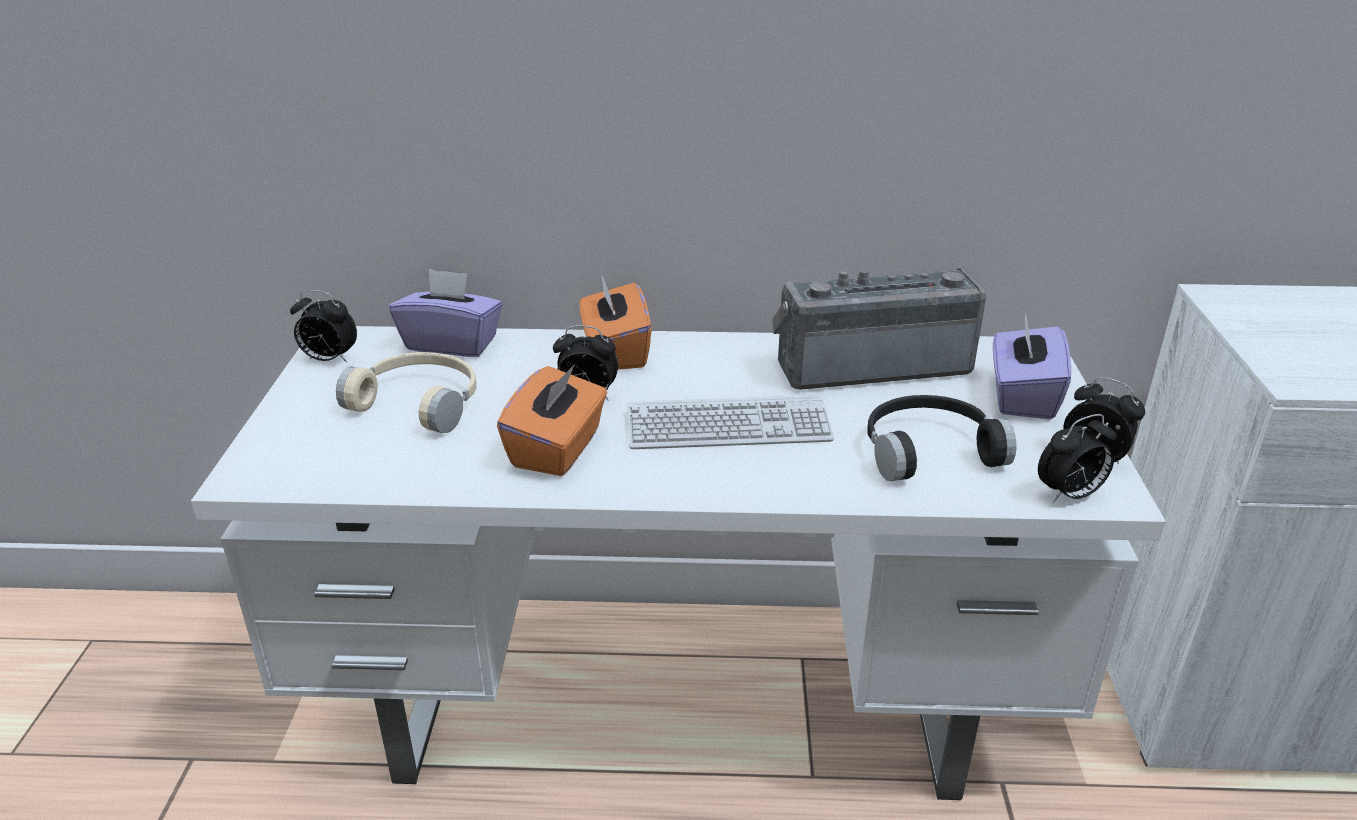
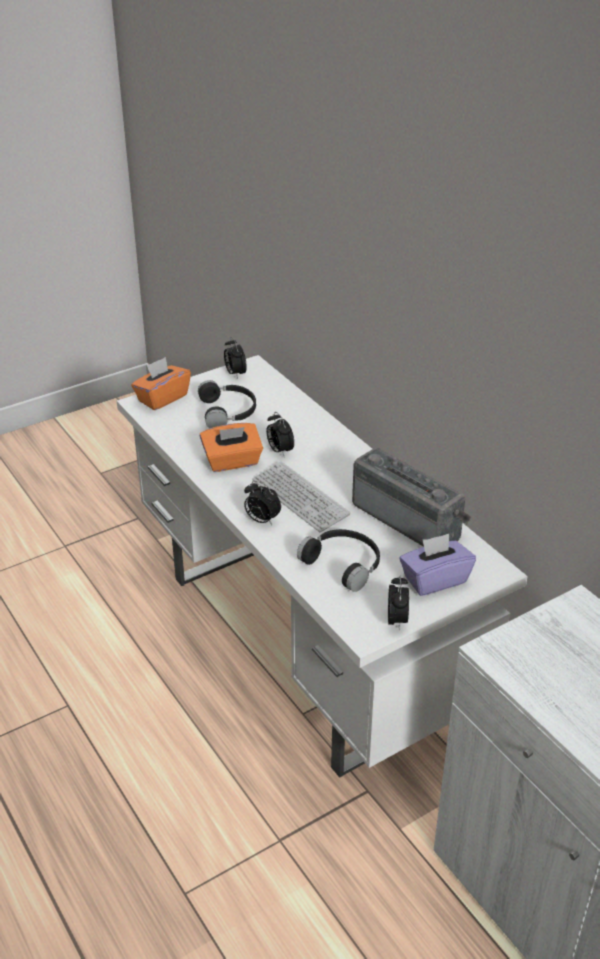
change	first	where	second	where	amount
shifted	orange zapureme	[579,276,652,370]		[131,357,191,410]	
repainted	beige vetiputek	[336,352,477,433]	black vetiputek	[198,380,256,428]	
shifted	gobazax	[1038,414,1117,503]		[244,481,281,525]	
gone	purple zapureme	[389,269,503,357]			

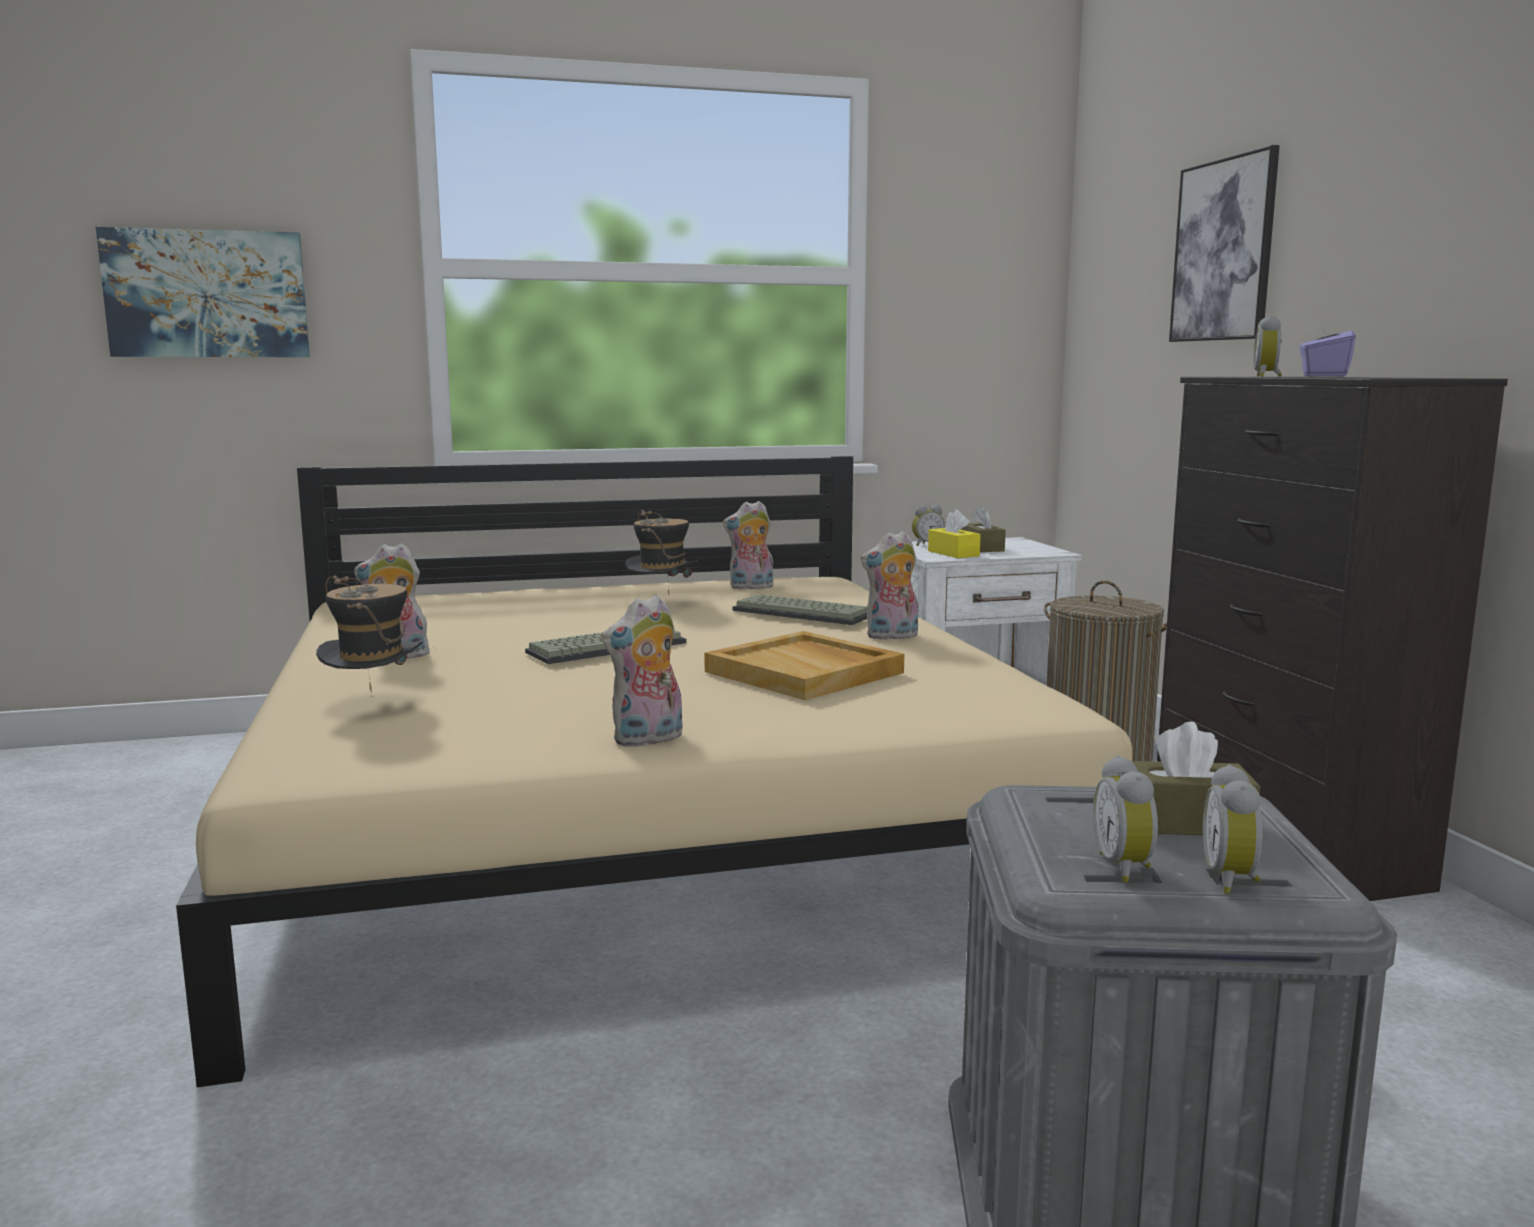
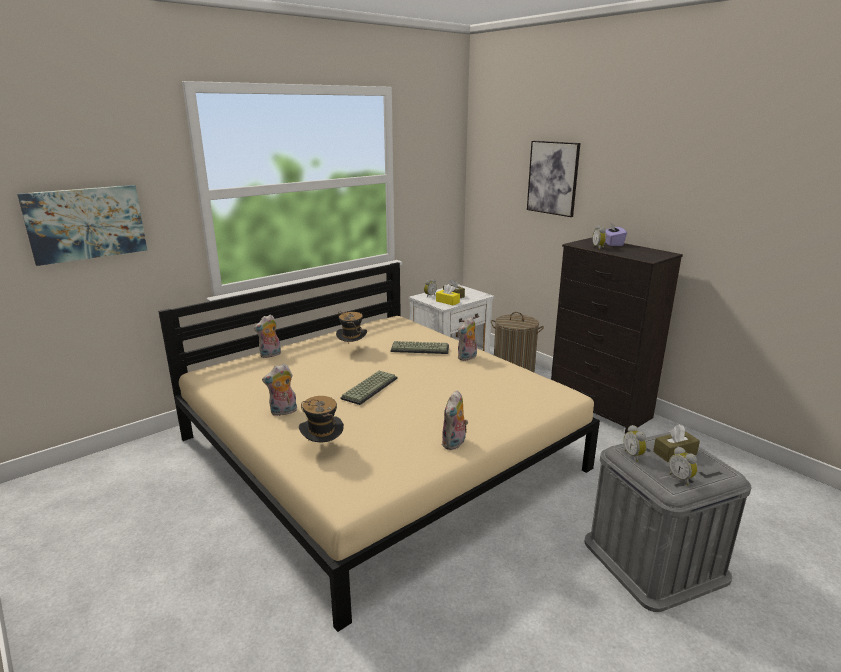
change	first	where	second	where	amount
shifted	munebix	[723,501,774,590]		[254,315,281,358]	
shifted	gobazax	[1203,764,1263,894]		[624,425,647,462]	
gone	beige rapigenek	[704,631,904,700]			

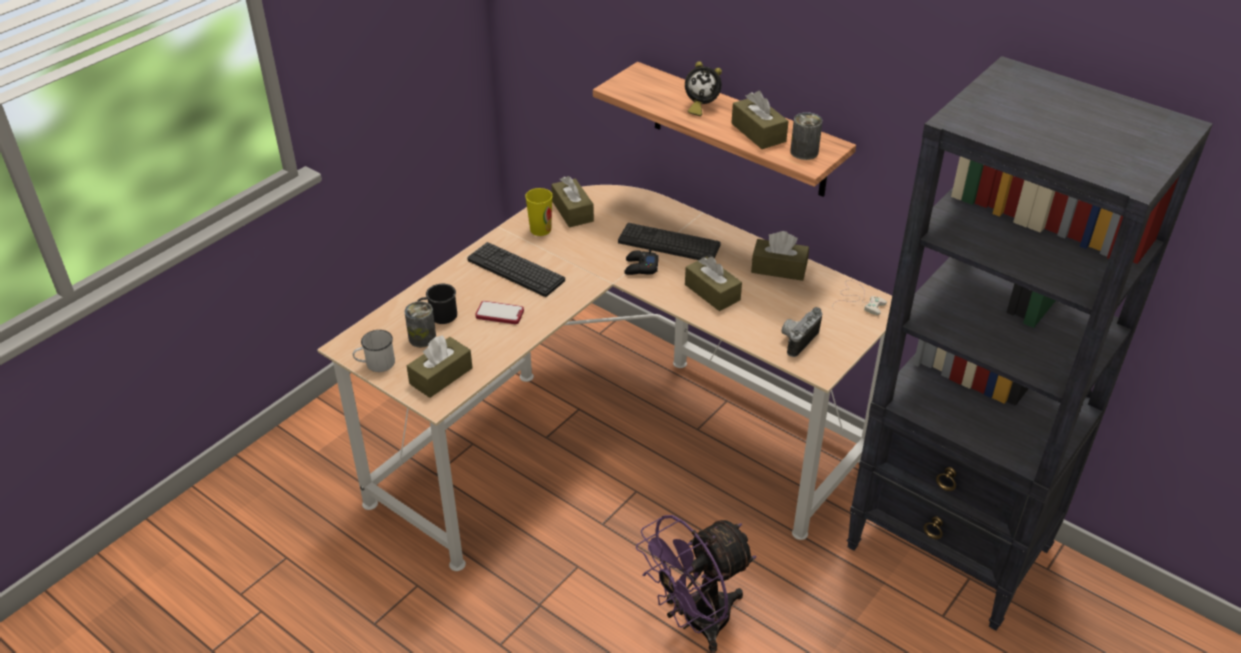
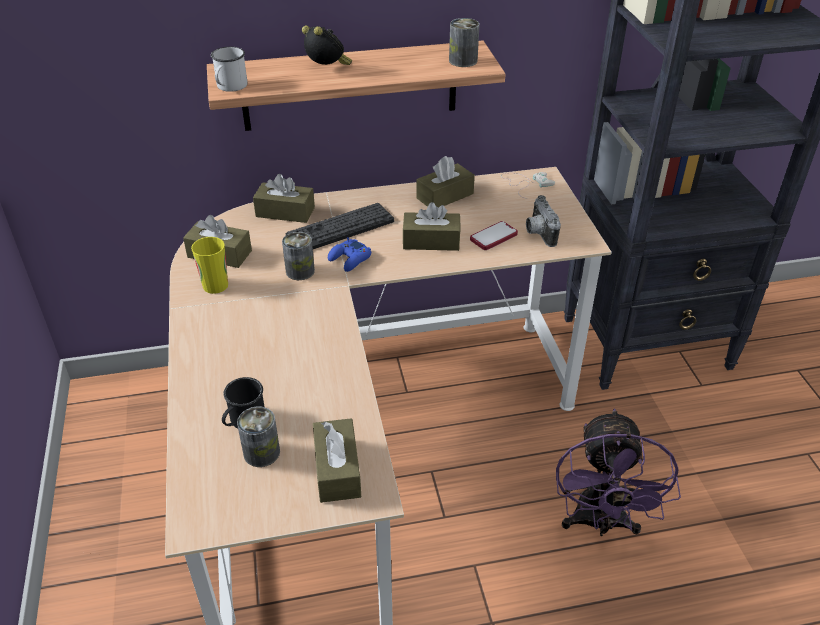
change	first	where	second	where	amount
shifted	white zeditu	[353,330,395,372]		[211,47,248,92]	
shifted	brown zapureme	[731,90,789,149]		[253,174,315,223]	
new			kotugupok	[282,232,315,280]	
rotated	gobazax	[685,61,722,116]		[302,25,352,65]	90 degrees counterclockwise
repainted	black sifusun	[624,250,659,275]	blue sifusun	[328,237,371,272]	
shifted	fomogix	[475,301,524,324]		[470,221,518,250]	
gone	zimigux	[467,242,565,297]			

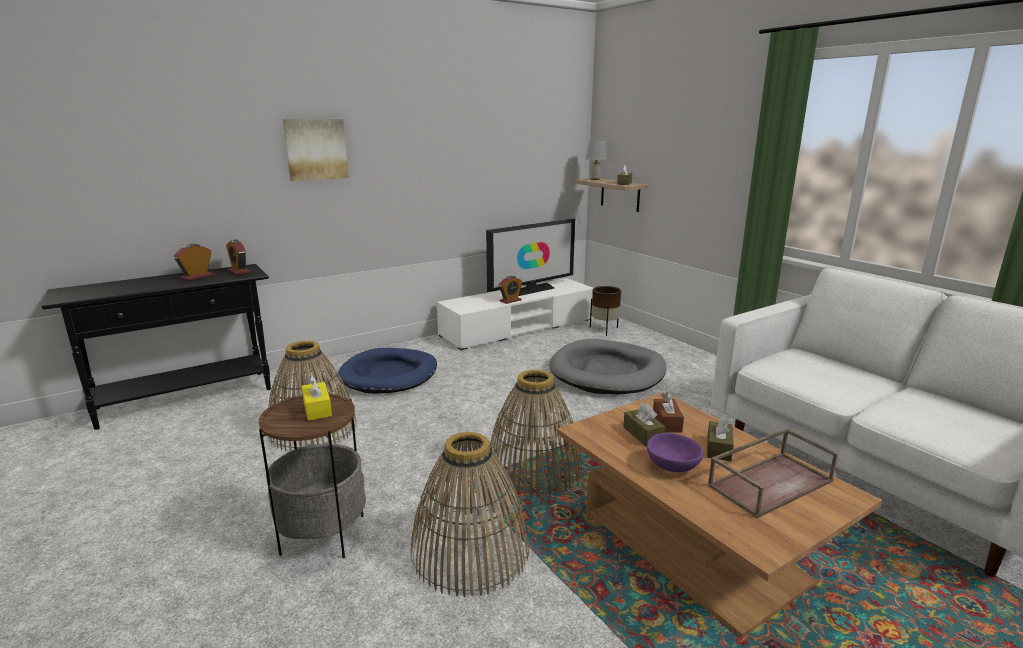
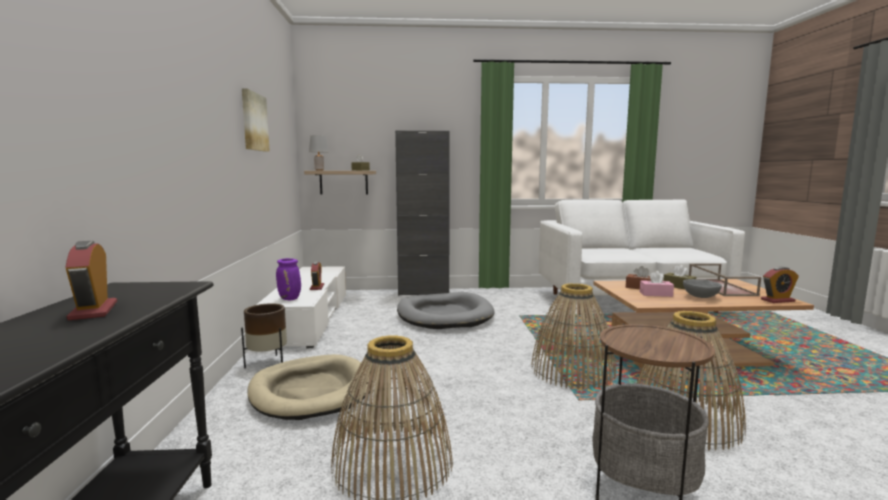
change	first	where	second	where	amount
shifted	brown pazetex	[590,286,621,336]		[241,303,287,368]	
shifted	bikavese	[283,119,349,181]		[242,88,270,152]	
repainted	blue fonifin	[338,348,437,394]	beige fonifin	[247,354,370,420]	
new			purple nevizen	[276,258,301,300]	
new			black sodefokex	[395,131,450,296]	
repainted	brown zapureme	[623,403,666,447]	pink zapureme	[640,271,674,297]	
repainted	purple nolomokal	[647,433,703,472]	grey nolomokal	[683,279,722,298]	
shifted	gobazax	[226,239,251,275]		[761,266,799,303]	
gone	yellow zapureme	[302,376,332,421]			
gone	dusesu	[486,218,575,296]			

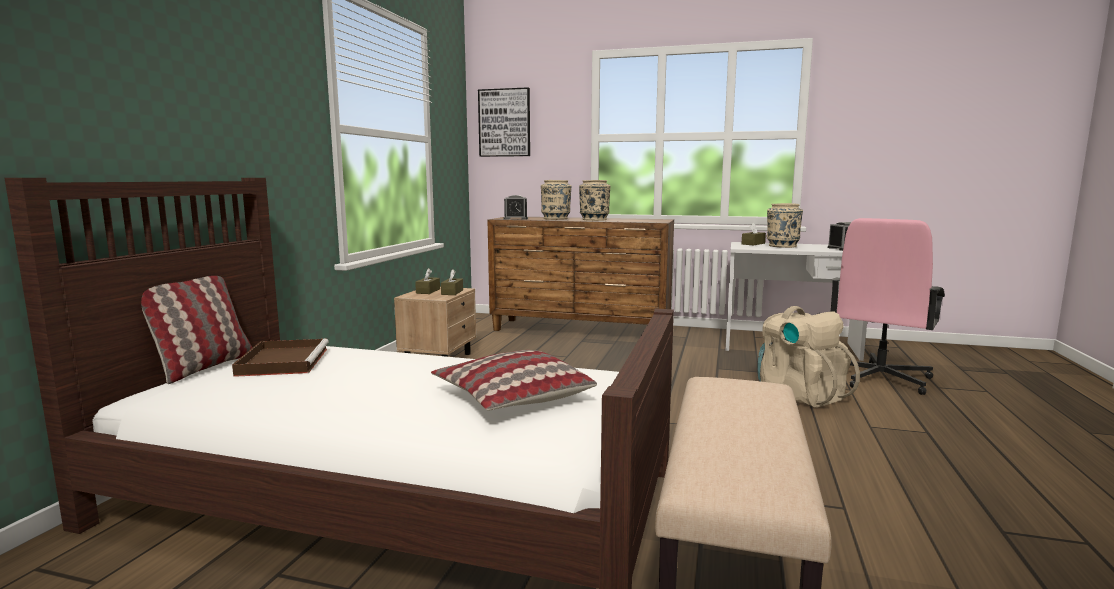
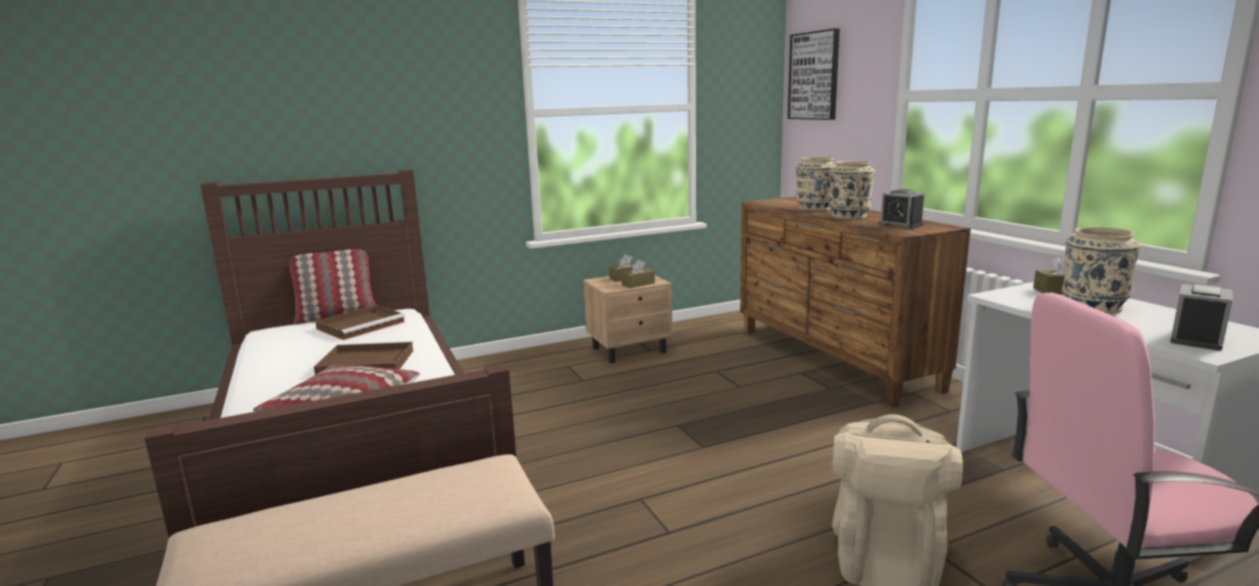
change	first	where	second	where	amount
new			brown rapigenek	[314,341,413,375]	
shifted	gobazax	[504,195,528,219]		[878,189,924,229]	

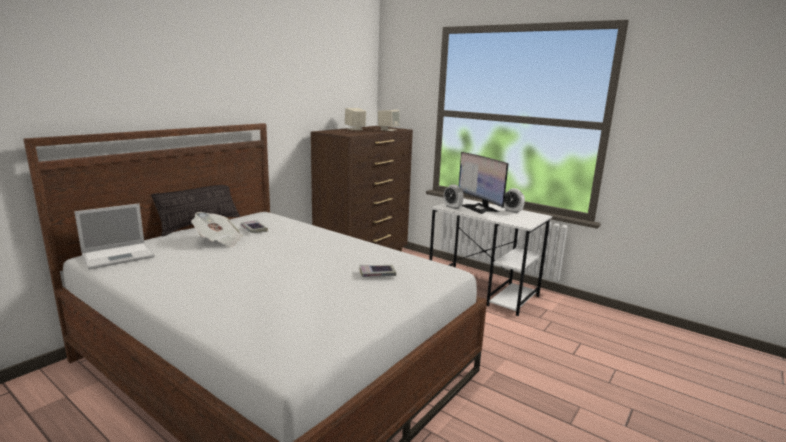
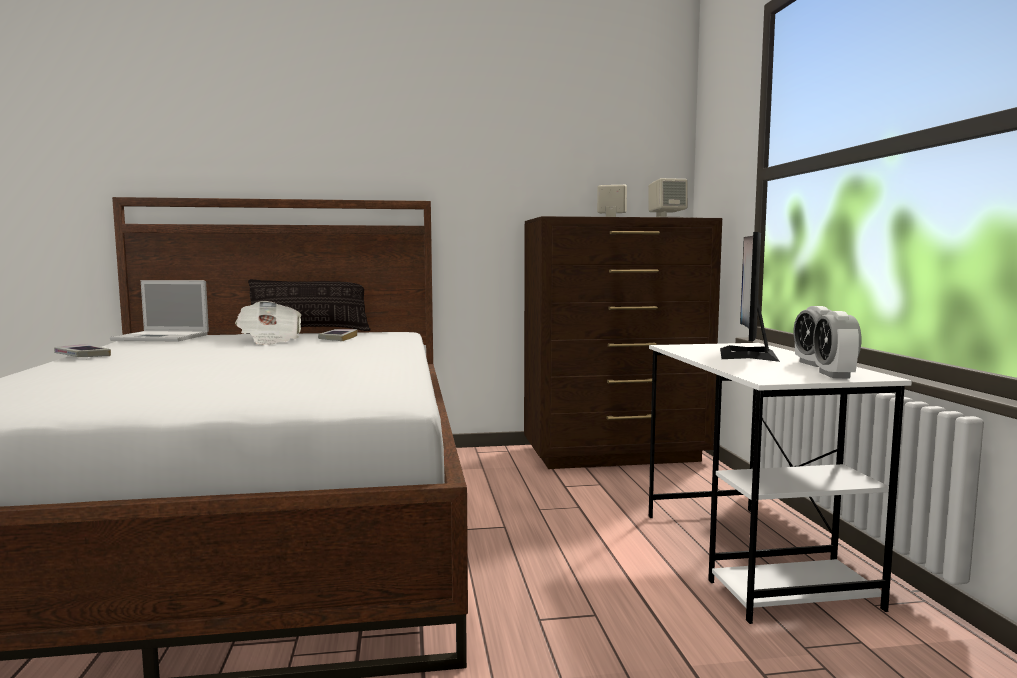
change	first	where	second	where	amount
shifted	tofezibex	[360,265,396,277]		[54,344,111,357]	
shifted	gobazax	[444,184,464,209]		[813,311,861,378]	

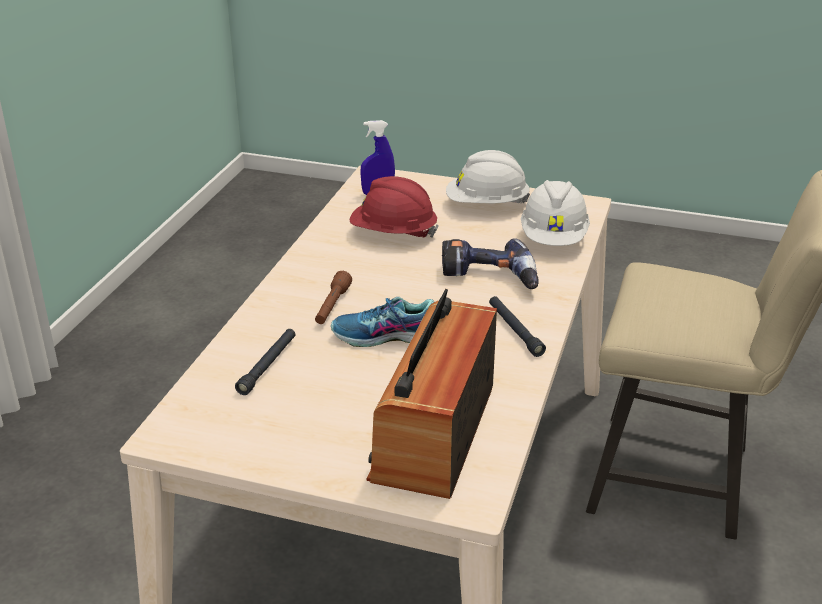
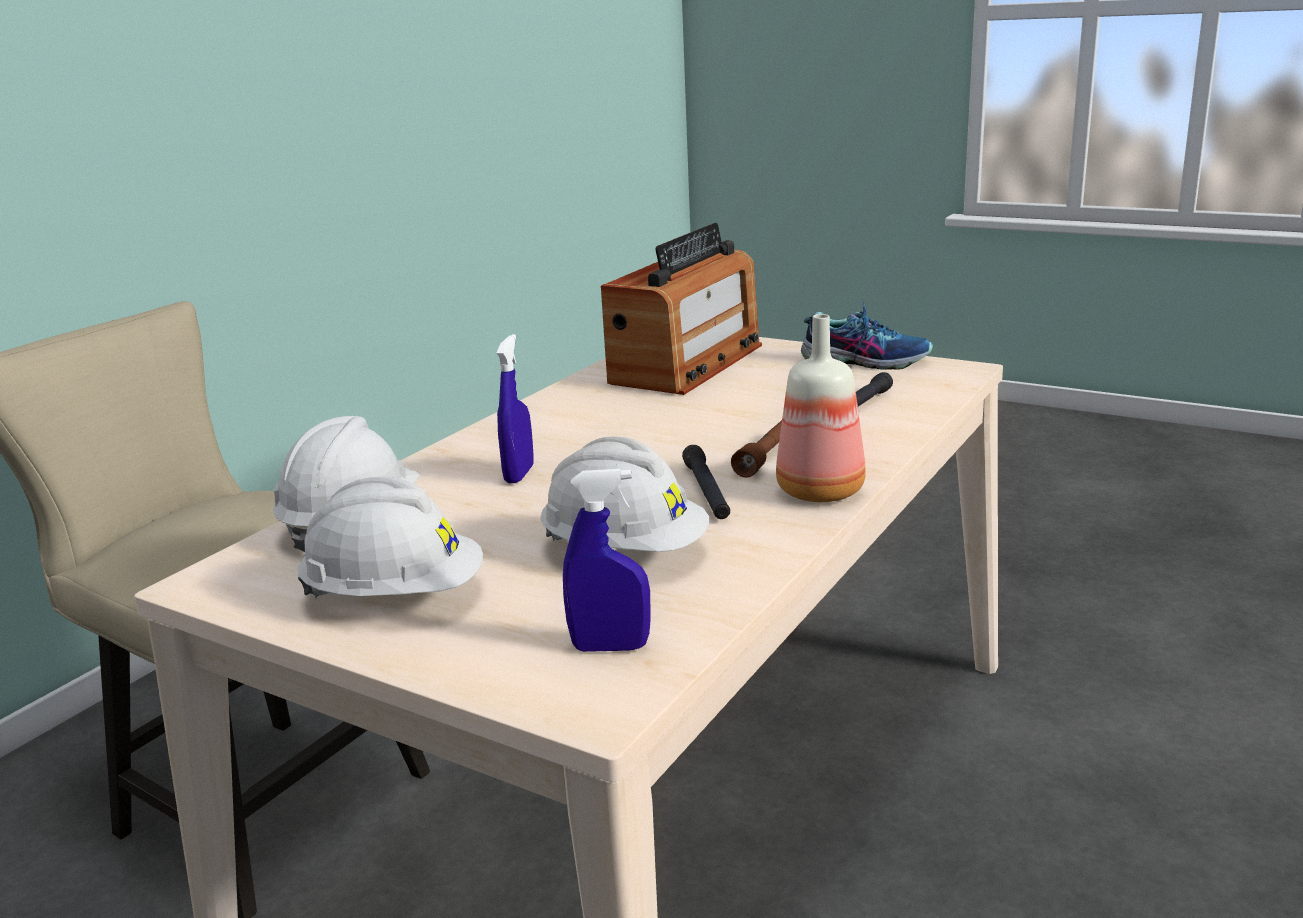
change	first	where	second	where	amount
swapped	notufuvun	[442,238,539,289]	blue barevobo	[496,334,534,483]	
repainted	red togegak	[350,176,439,238]	white togegak	[540,436,709,552]	
shifted	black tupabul	[489,296,546,357]		[682,445,730,519]	
new			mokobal	[776,314,866,502]	
shifted	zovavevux	[331,297,434,347]		[801,301,933,370]	

